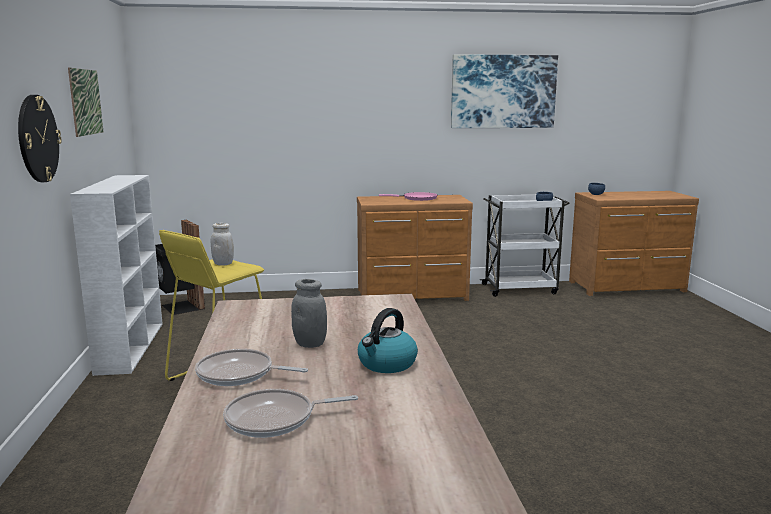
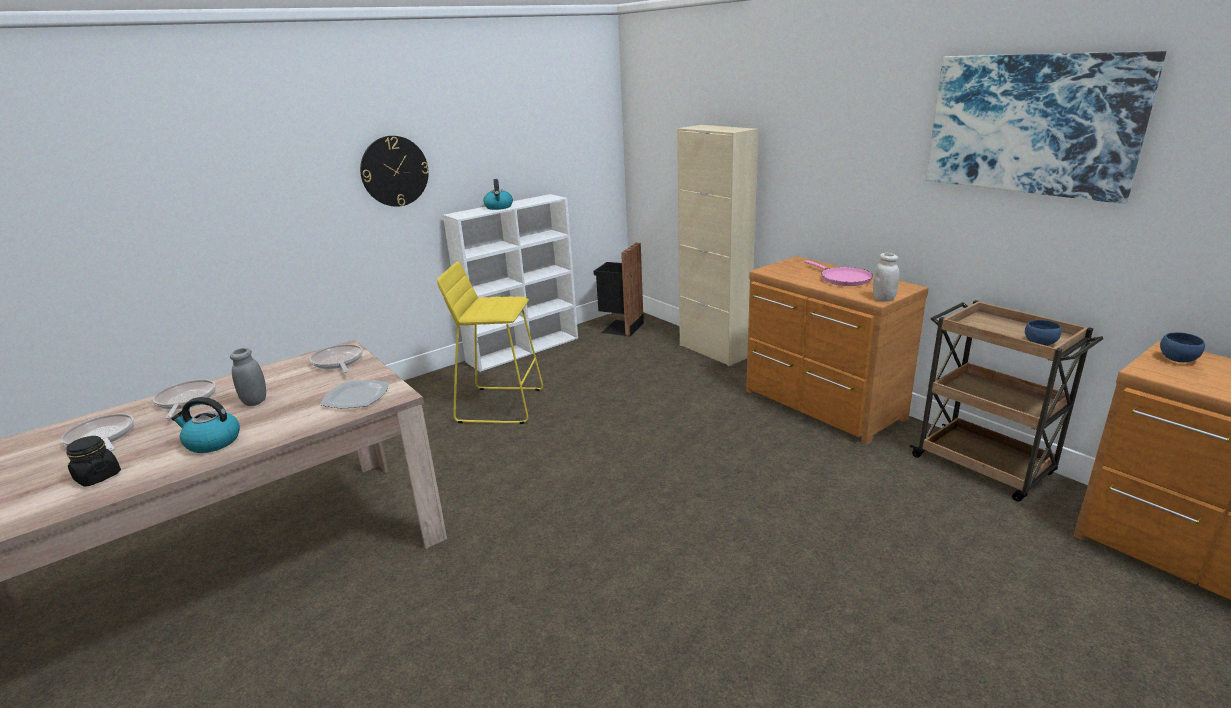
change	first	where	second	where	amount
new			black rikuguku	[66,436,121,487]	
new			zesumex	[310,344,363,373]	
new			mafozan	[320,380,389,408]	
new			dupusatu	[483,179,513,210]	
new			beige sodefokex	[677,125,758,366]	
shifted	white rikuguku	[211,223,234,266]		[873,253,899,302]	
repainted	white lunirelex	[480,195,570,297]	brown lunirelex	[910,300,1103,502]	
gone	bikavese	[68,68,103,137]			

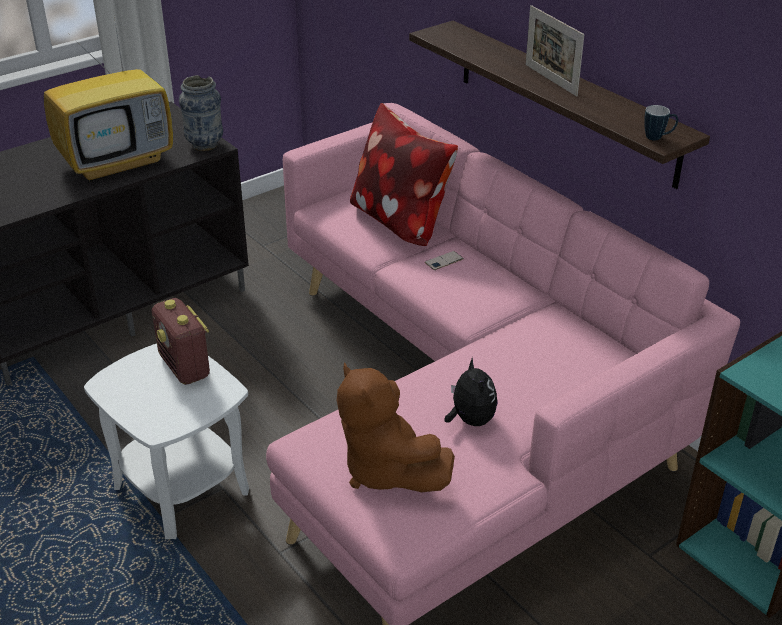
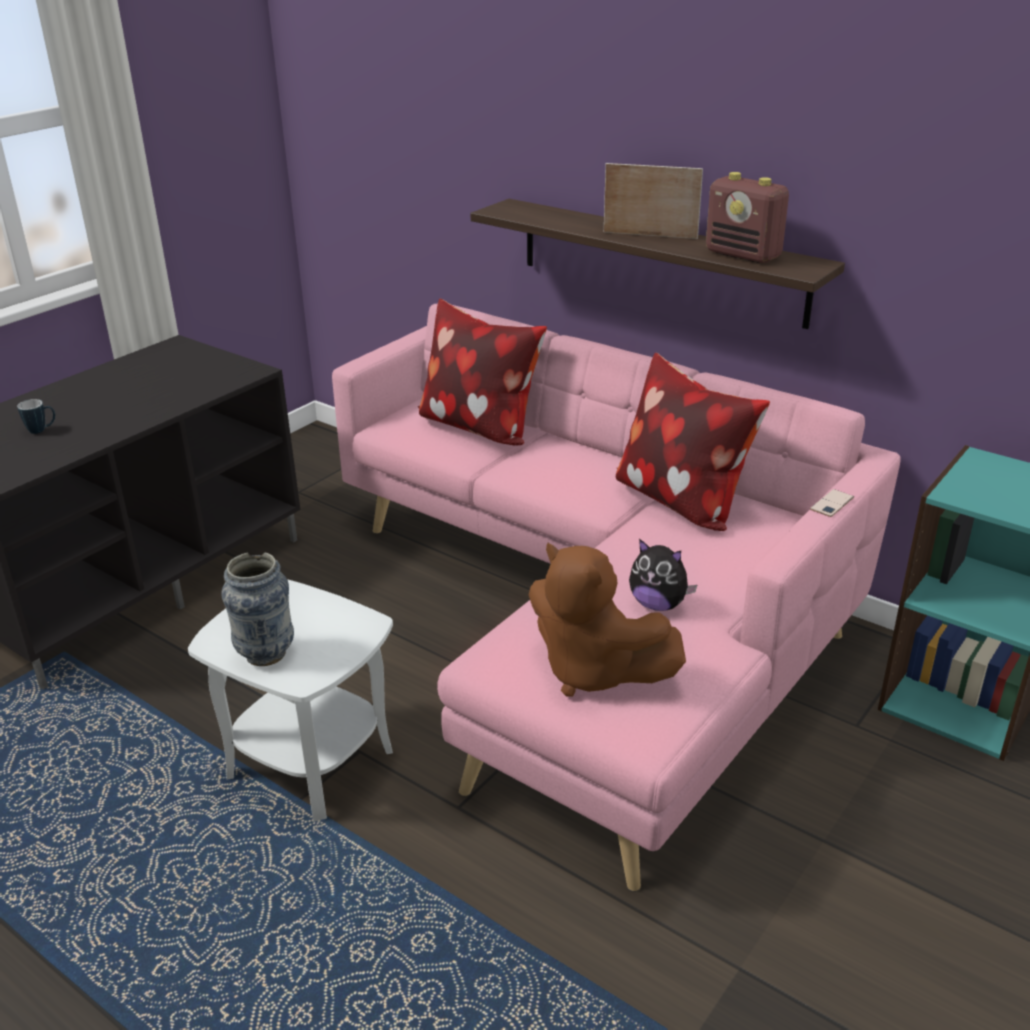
change	first	where	second	where	amount
shifted	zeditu	[644,105,678,140]		[17,399,55,434]	
shifted	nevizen	[179,75,223,151]		[221,553,294,666]	
rotated	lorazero	[526,5,585,97]		[604,163,703,239]	150 degrees clockwise
new			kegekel	[616,353,770,531]	
rotated	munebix	[445,357,498,426]		[629,539,697,611]	150 degrees clockwise
shifted	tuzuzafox	[152,298,210,385]		[706,172,789,263]	
shifted	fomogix	[425,251,464,270]		[810,489,854,517]	
gone	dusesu	[44,17,173,182]			

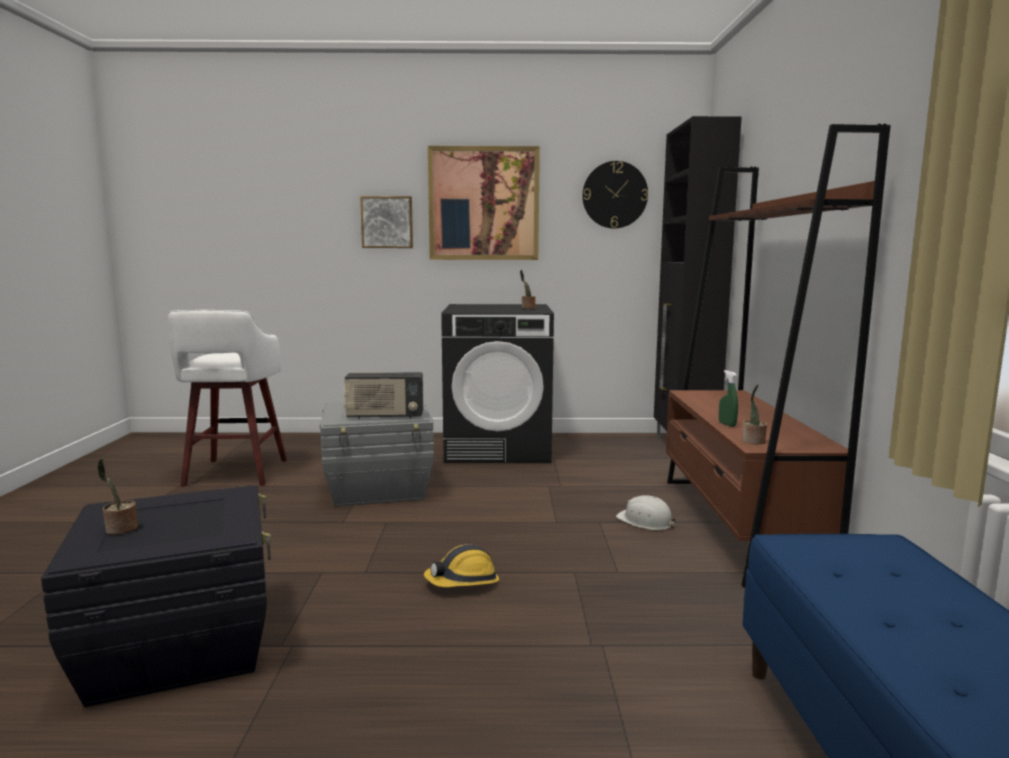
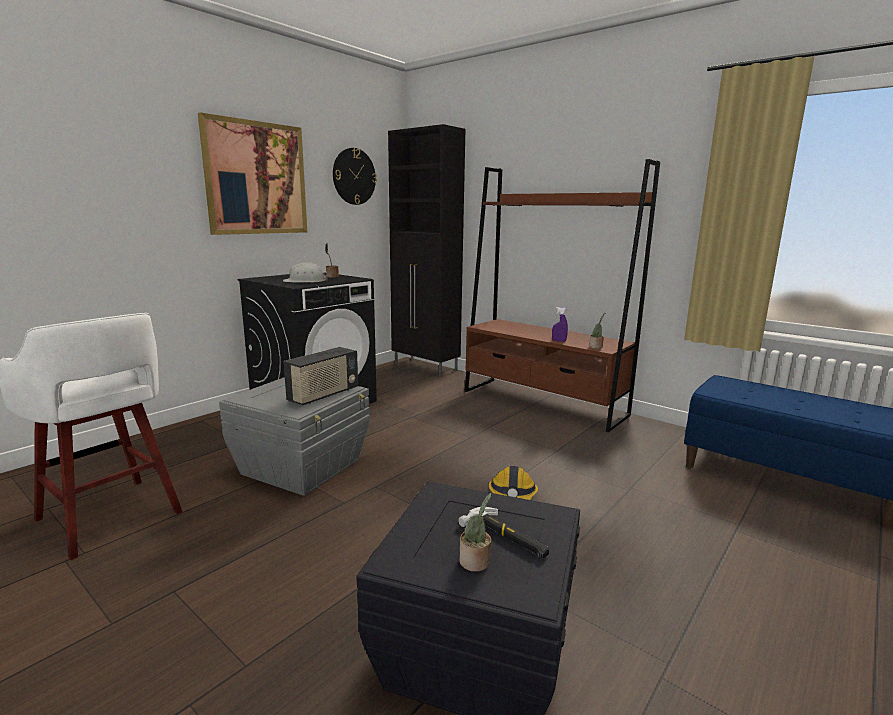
change	first	where	second	where	amount
shifted	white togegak	[616,495,677,530]		[283,262,328,283]	
new			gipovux	[458,507,549,559]	
repainted	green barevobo	[719,370,738,427]	purple barevobo	[552,307,568,342]	
gone	bikavese	[360,196,413,248]			

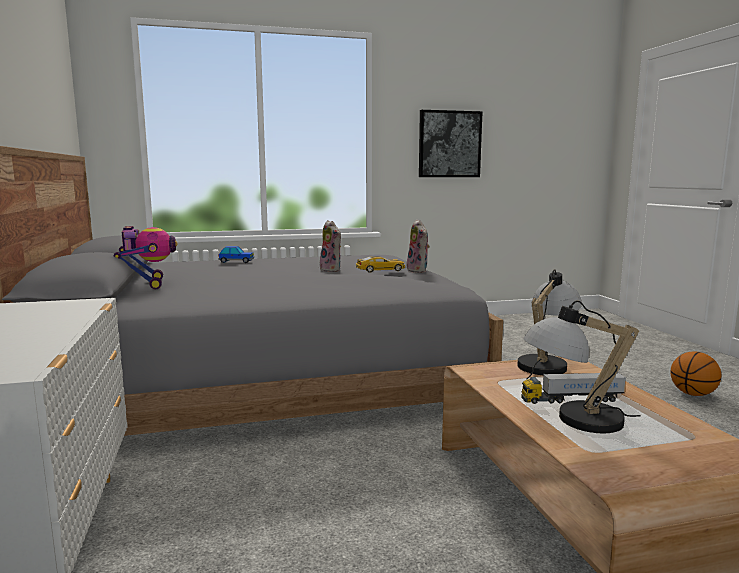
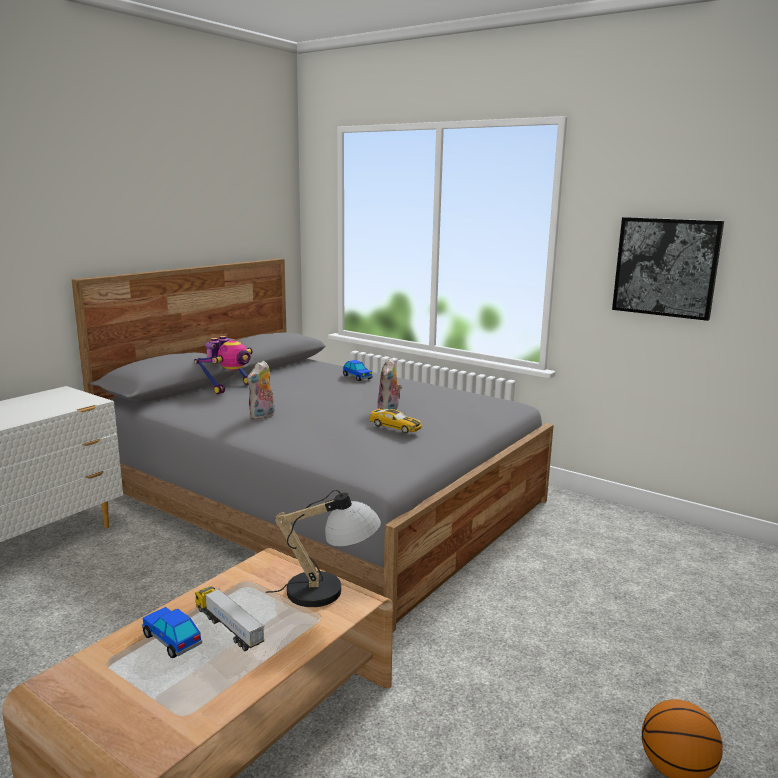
change	first	where	second	where	amount
swapped	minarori	[523,300,640,433]	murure	[142,607,202,658]	
shifted	munebix	[407,219,430,273]		[247,360,275,420]	

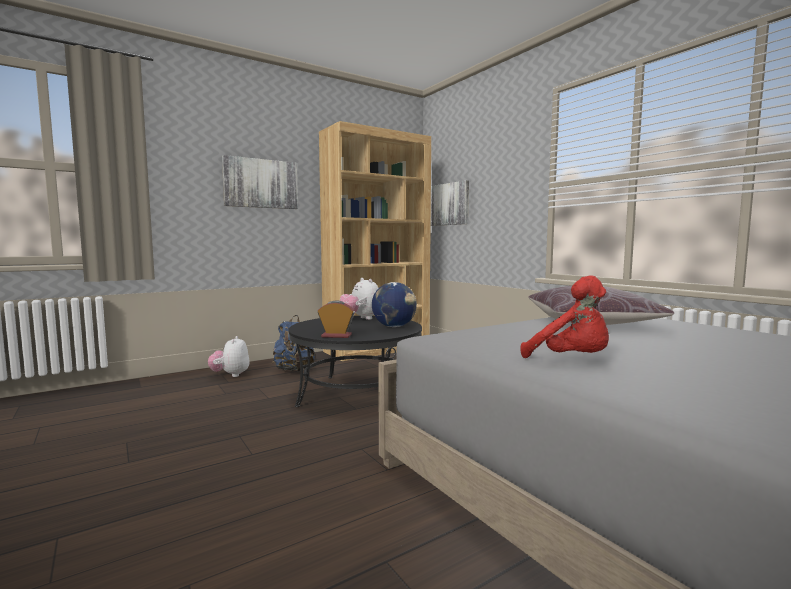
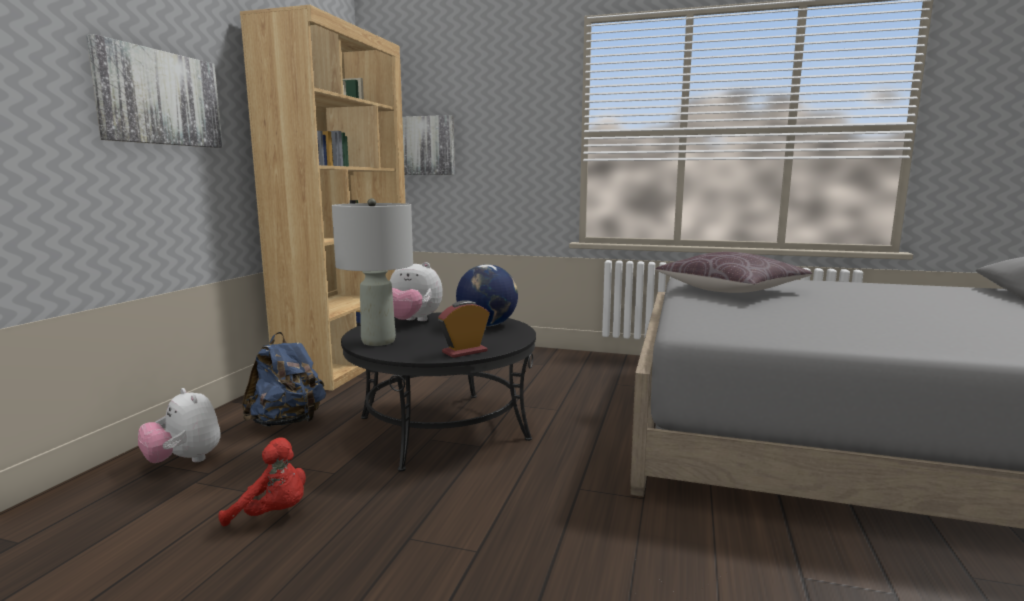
change	first	where	second	where	amount
shifted	red munebix	[520,275,609,358]		[218,438,306,526]	
new			grey minarori	[332,198,413,346]	

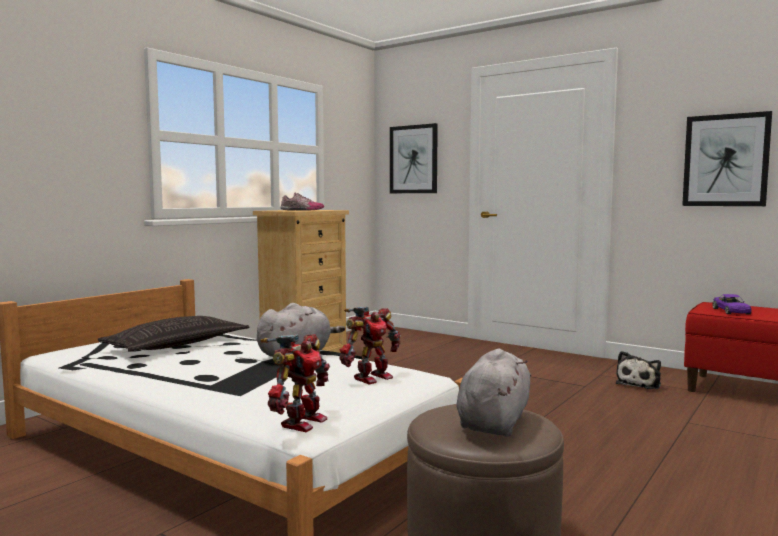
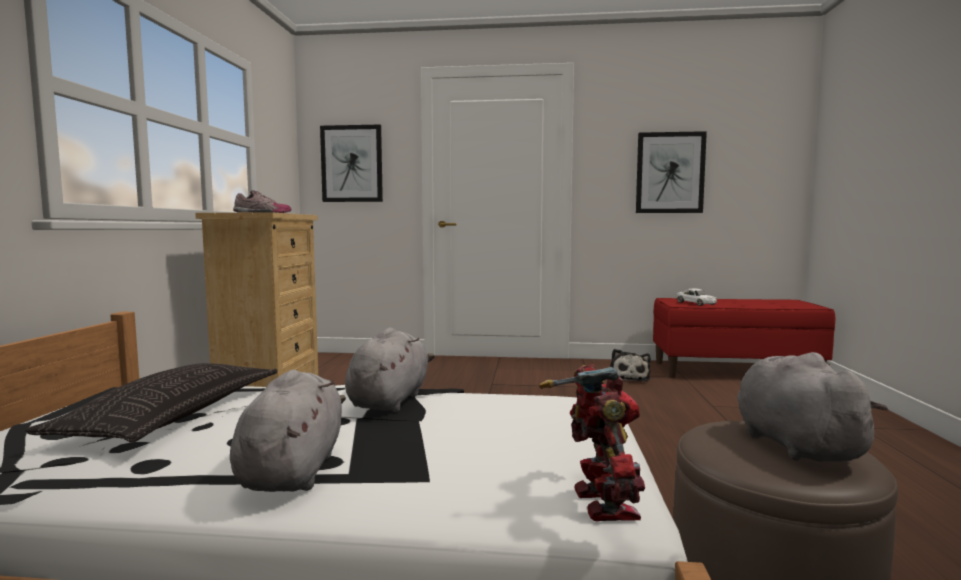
change	first	where	second	where	amount
new			grey munebix	[230,370,346,492]	
repainted	purple murure	[712,294,752,315]	white murure	[676,288,717,306]	
gone	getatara	[339,306,401,385]			

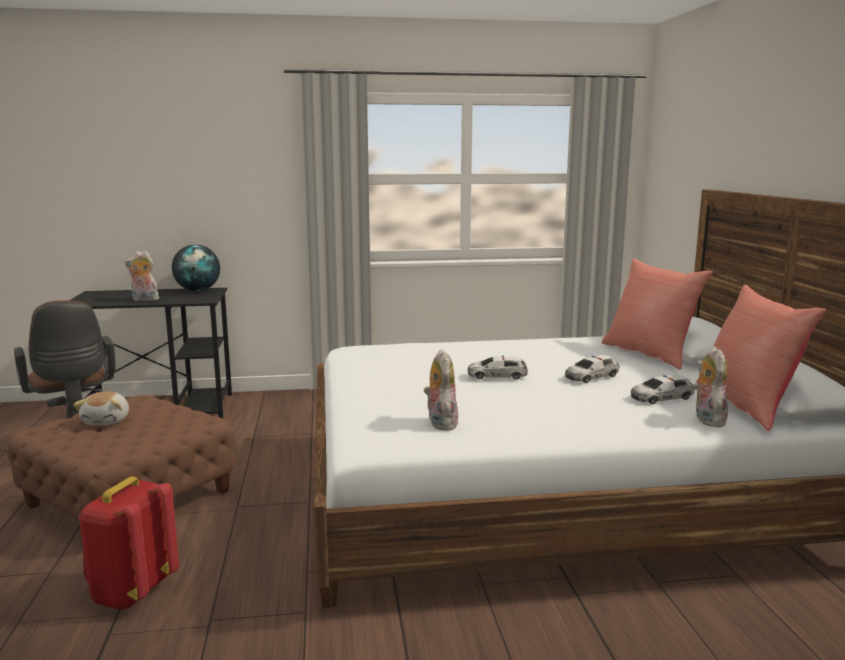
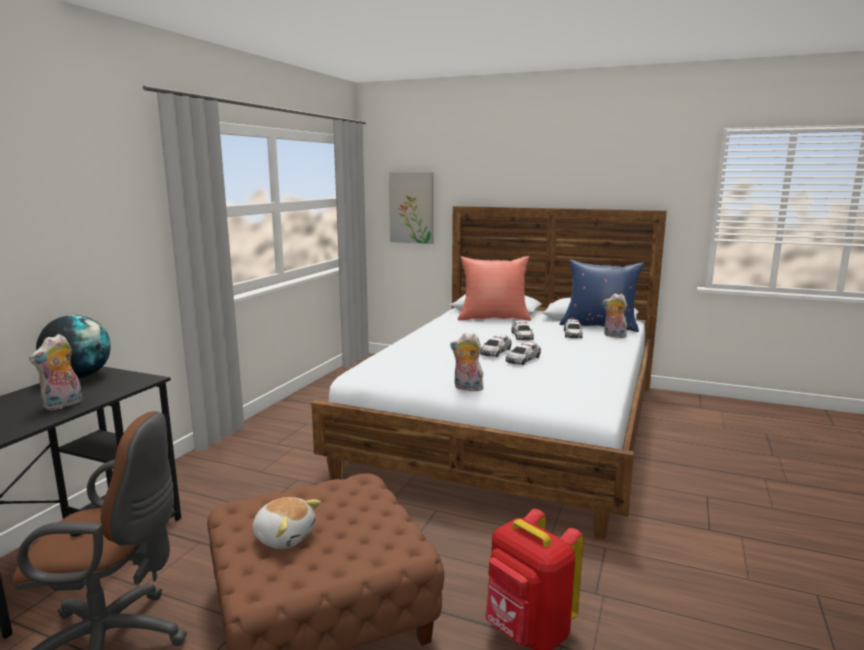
change	first	where	second	where	amount
new			bikavese	[389,172,434,244]	
shifted	munebix	[424,349,458,431]		[450,333,484,391]	
new			murure	[506,342,541,365]	
repainted	red kegekel	[696,284,826,431]	blue kegekel	[560,260,645,332]	

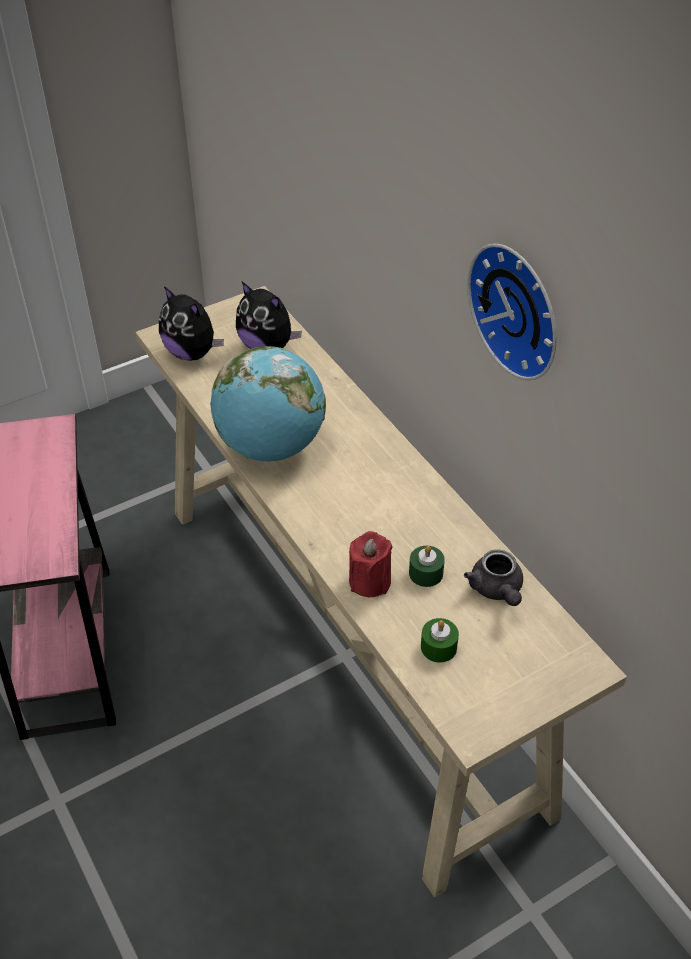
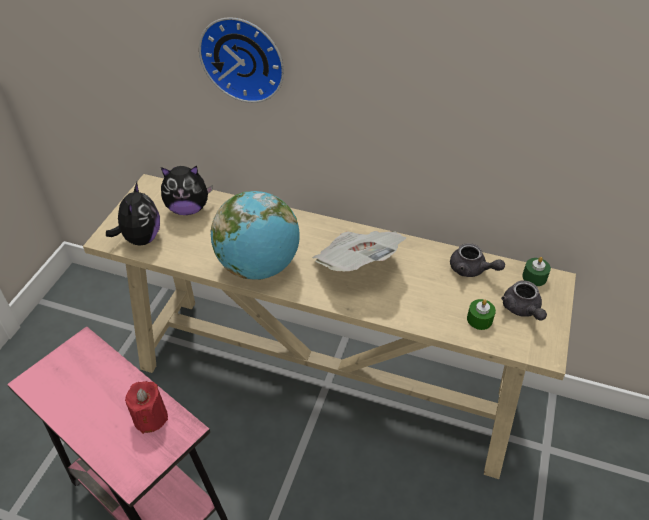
change	first	where	second	where	amount
rotated	munebix	[159,286,224,361]		[106,182,160,246]	90 degrees counterclockwise
shifted	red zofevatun	[349,531,393,597]		[125,381,168,434]	
shifted	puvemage	[467,244,557,380]		[199,17,284,103]	
new			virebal	[312,231,406,271]	
new			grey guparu	[501,280,547,321]	
shifted	green zofevatun	[409,546,445,587]		[522,257,551,286]	

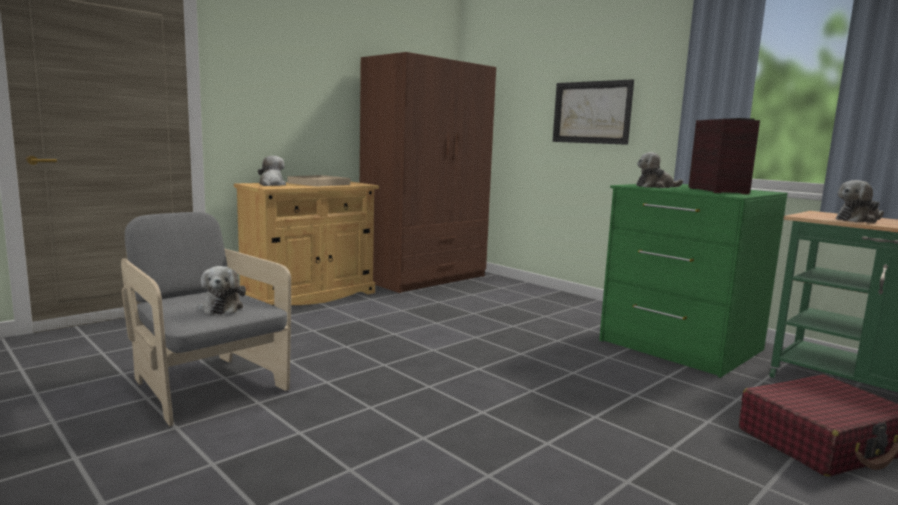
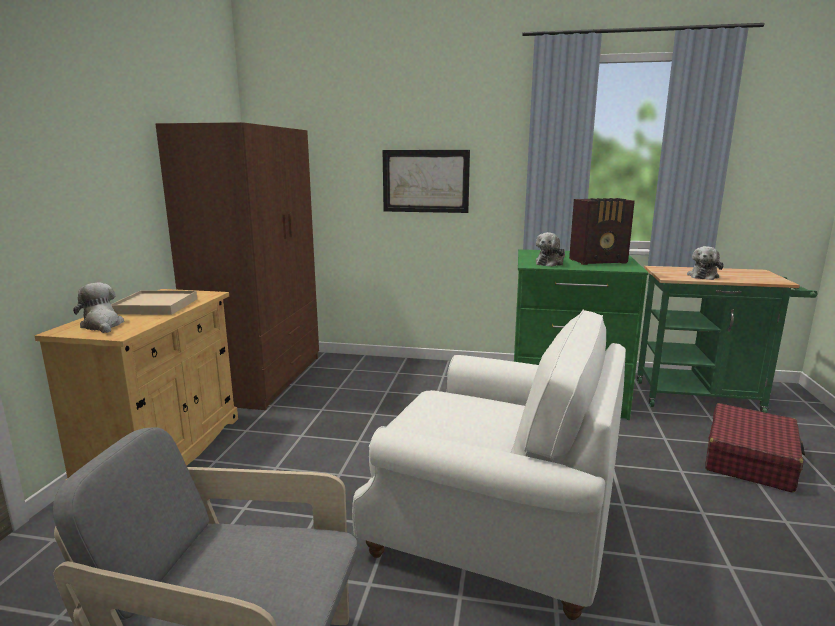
change	first	where	second	where	amount
new			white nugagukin	[352,310,626,620]	
rotated	tuzuzafox	[688,118,760,194]		[569,198,635,265]	120 degrees clockwise
gone	munebix	[199,266,246,315]			

